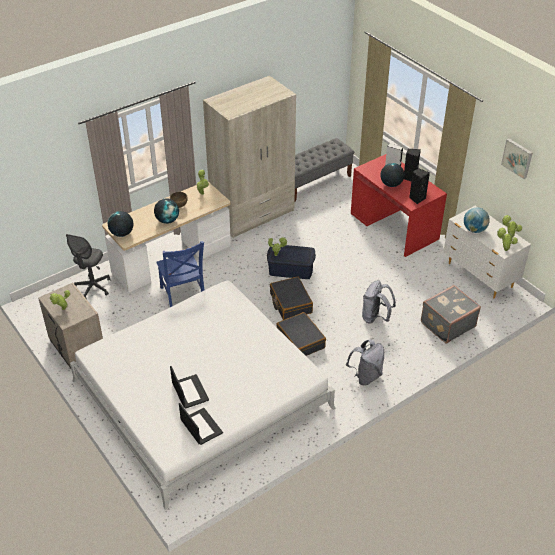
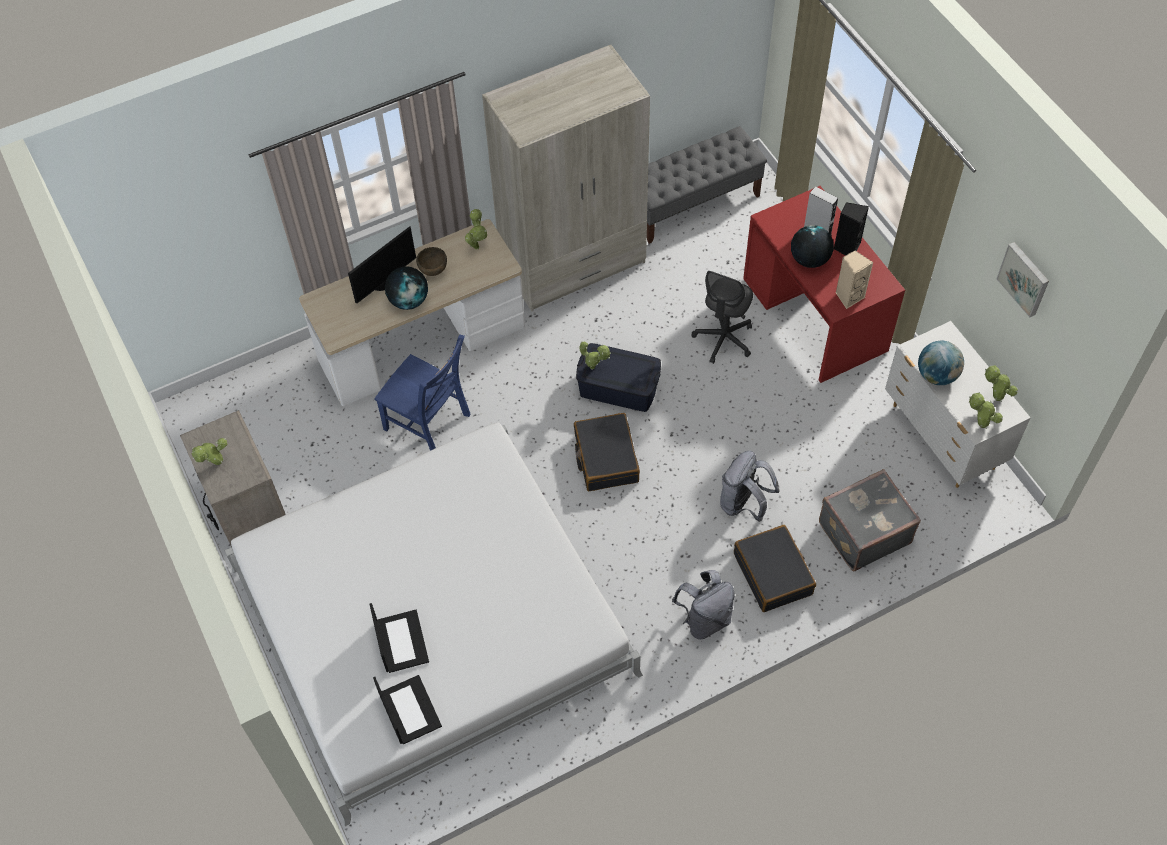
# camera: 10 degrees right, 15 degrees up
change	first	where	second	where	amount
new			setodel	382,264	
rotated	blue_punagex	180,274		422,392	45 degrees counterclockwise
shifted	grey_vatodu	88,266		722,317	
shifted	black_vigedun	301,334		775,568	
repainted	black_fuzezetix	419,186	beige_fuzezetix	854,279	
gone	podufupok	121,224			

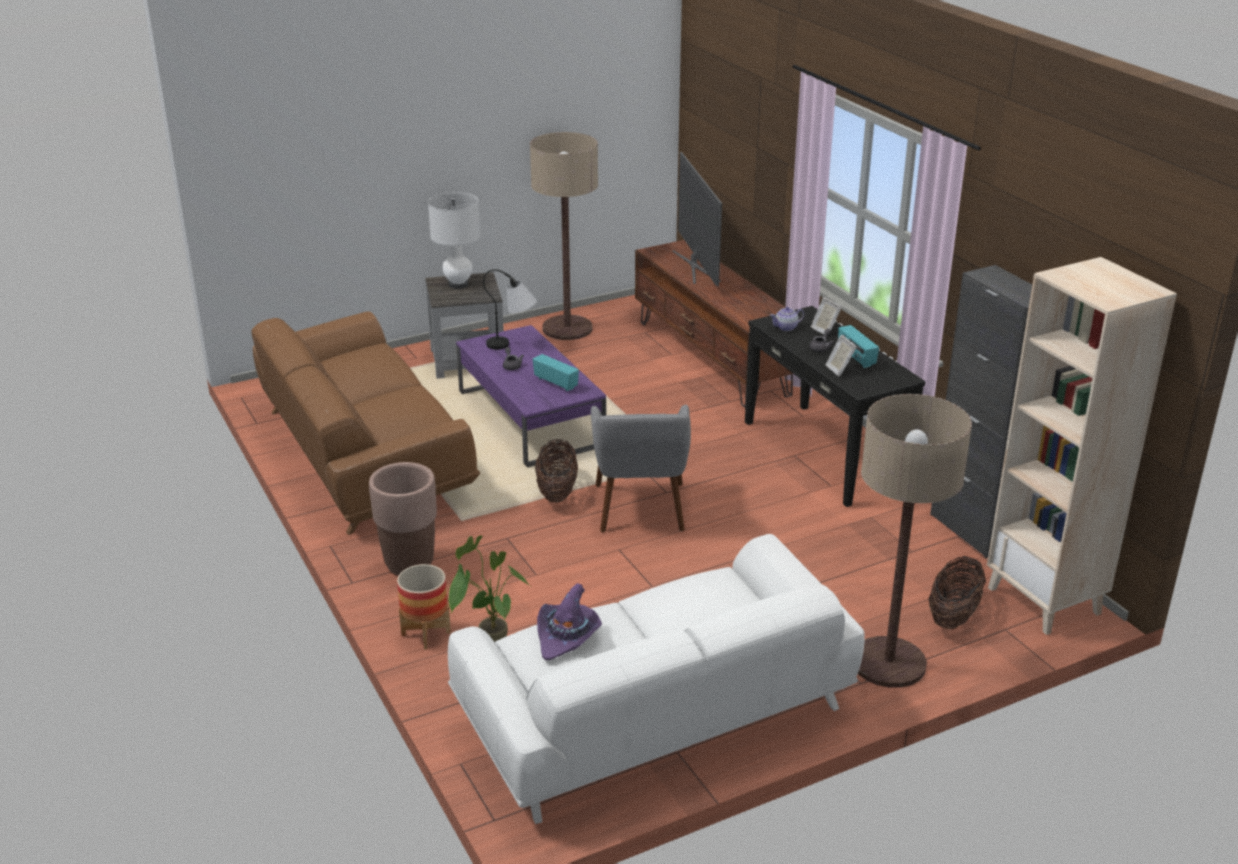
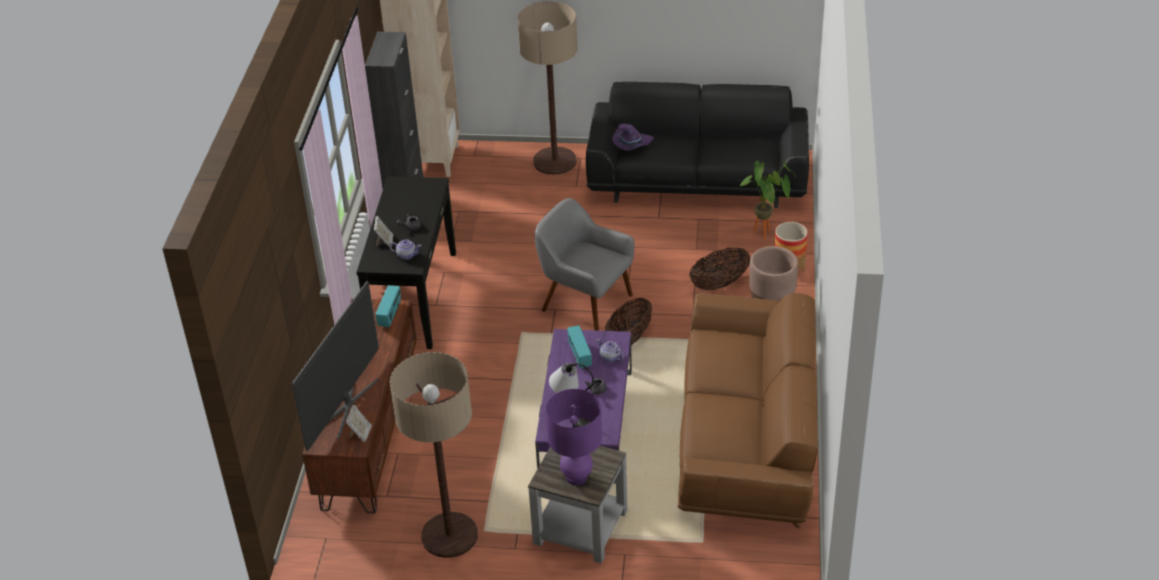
# camera: 145 degrees left, 10 degrees up
change	first	where	second	where	amount
shifted	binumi	841,356		359,423	
shifted	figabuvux	858,346		388,306	
rotated	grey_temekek	641,468		585,264	90 degrees counterclockwise
repainted	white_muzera	454,240	purple_muzera	574,437	
repainted	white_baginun	656,679	black_baginun	697,145	
new			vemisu	610,350	
shifted	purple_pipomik	569,621		633,137	
shifted	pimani	957,592		719,269	

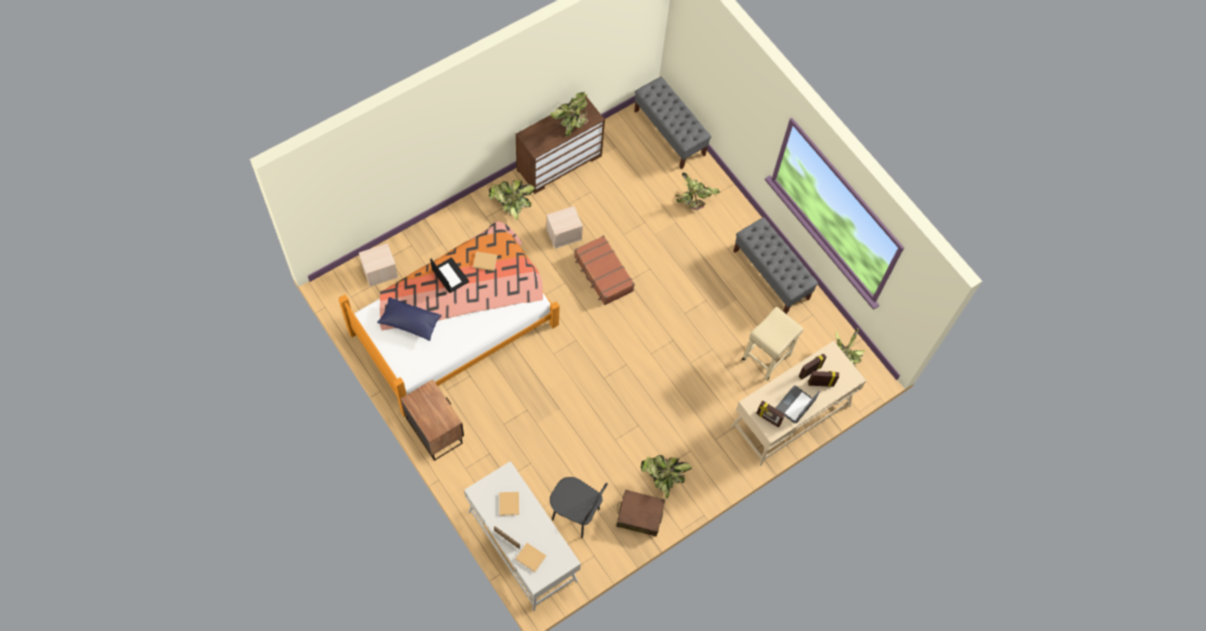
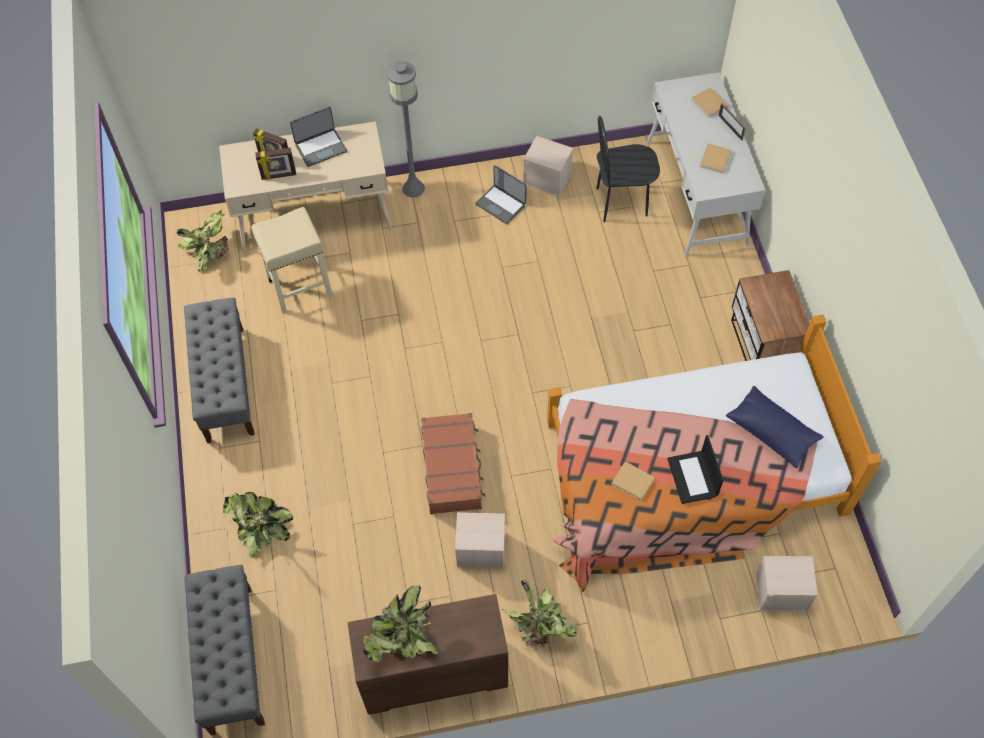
# camera: 150 degrees left, 5 degrees down
change	first	where	second	where	amount
new			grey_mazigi	406,129	
swapped	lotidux	666,477	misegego	501,194	
swapped	brown_vigedun	640,513	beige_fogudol	548,166	
rotated	black_punagex	579,507		628,169	60 degrees counterclockwise
gone	binumi	770,414			

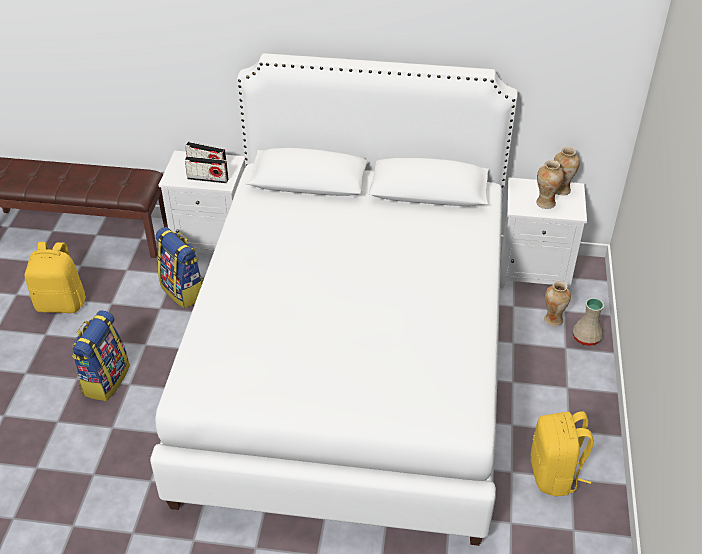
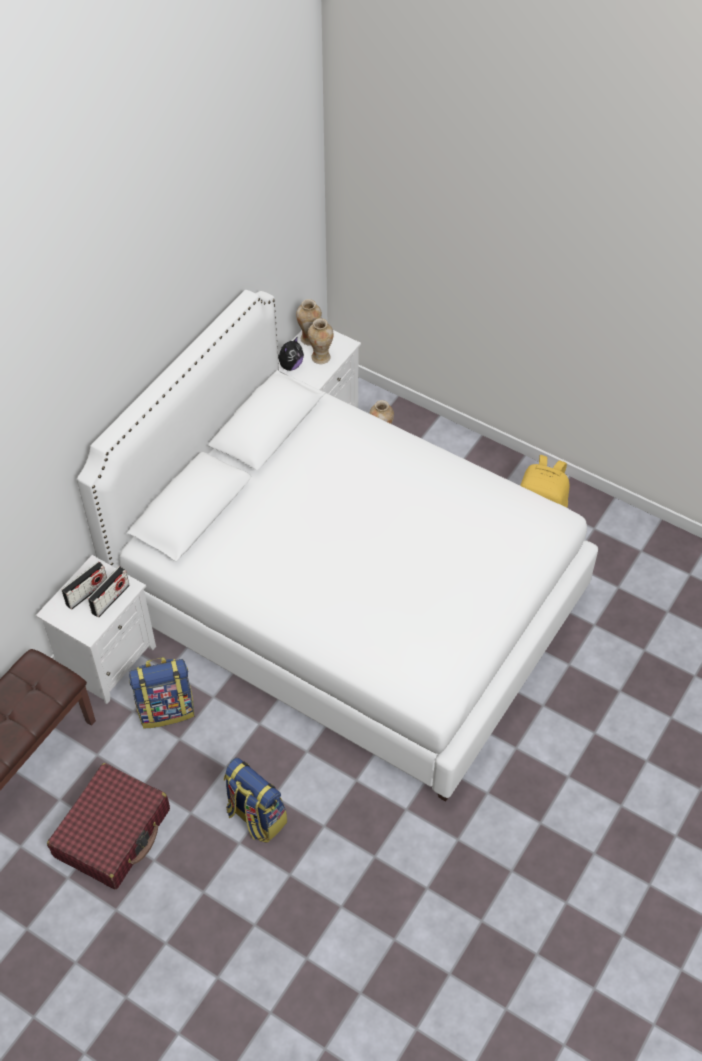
# camera: 65 degrees left, 10 degrees up
change	first	where	second	where	amount
swapped	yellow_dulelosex	55,277	red_vigedun	108,826	
new			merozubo	291,353	
gone	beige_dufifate	588,322			

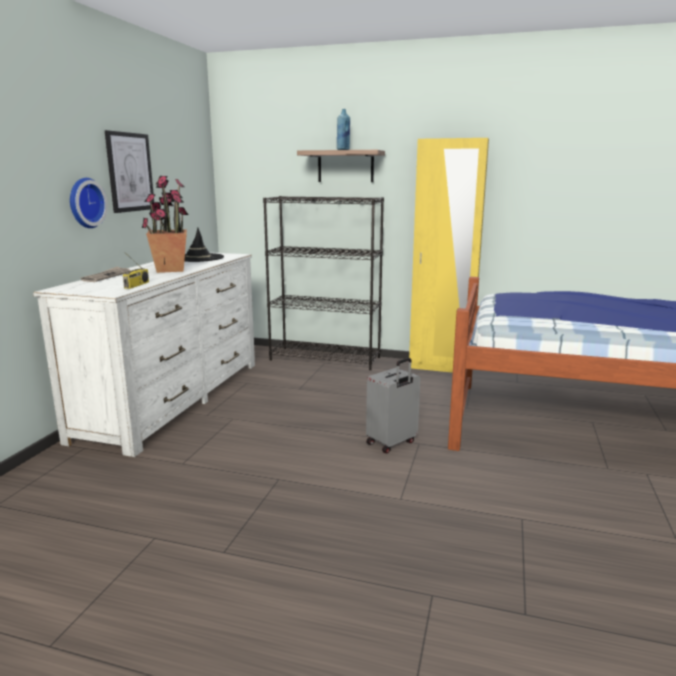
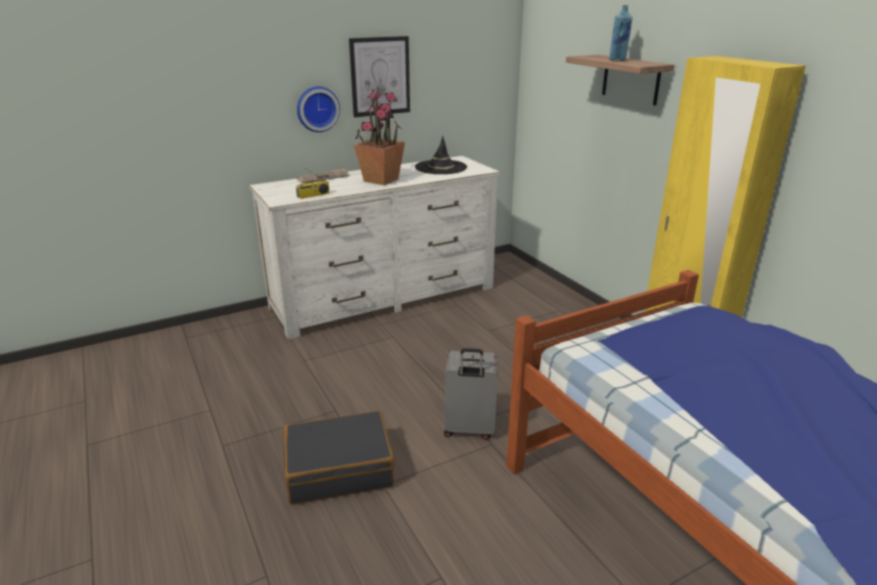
# camera: 45 degrees right, 10 degrees up
change	first	where	second	where	amount
new			black_vigedun	339,457	
gone	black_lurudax	323,283			

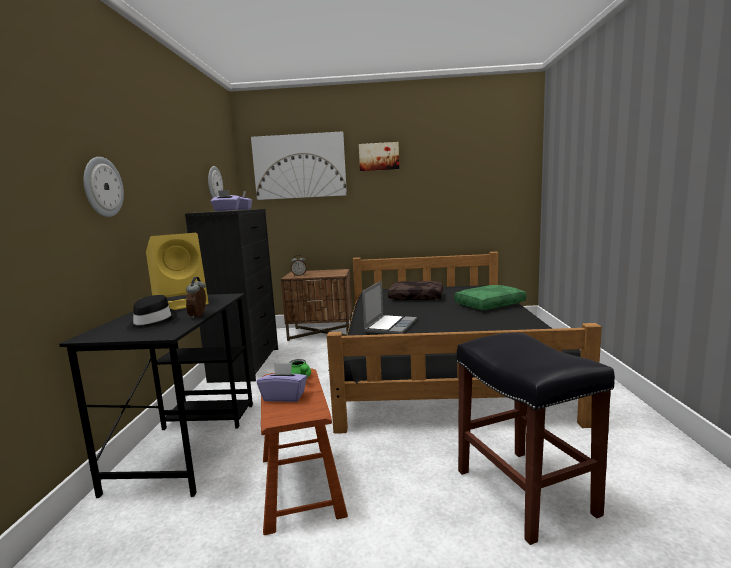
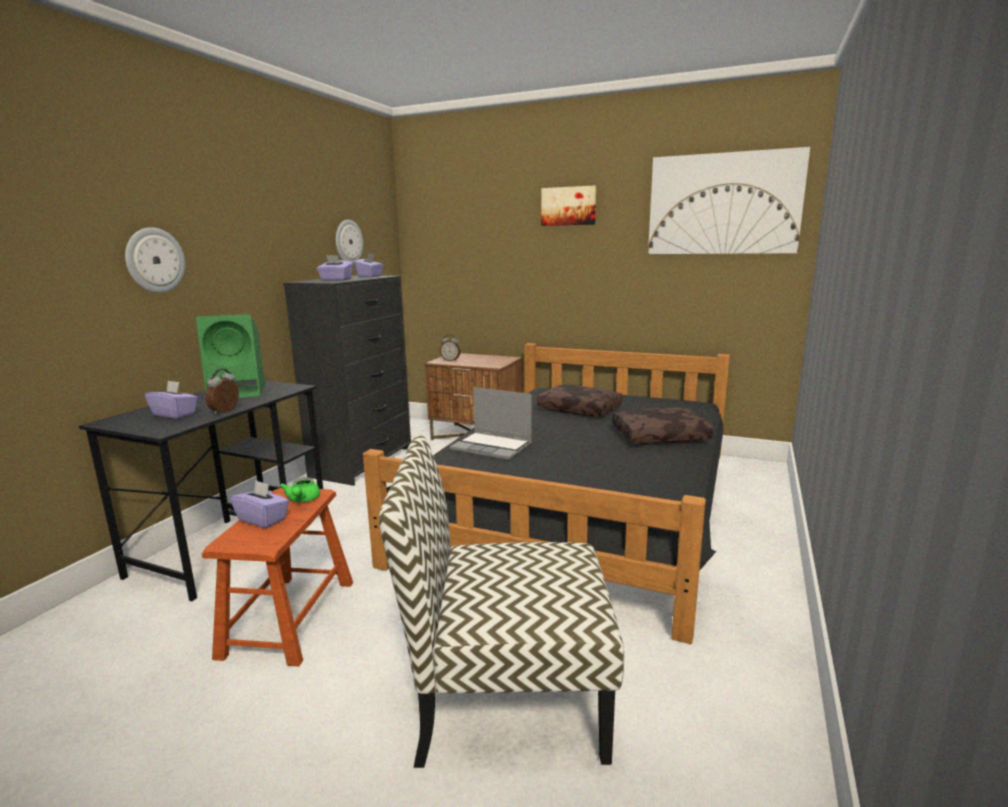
# camera: 20 degrees right, 5 degrees up
change	first	where	second	where	amount
swapped	black_pipomik	152,313	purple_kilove	171,400	
repainted	yellow_fuzezetix	177,271	green_fuzezetix	230,356	
swapped	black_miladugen	536,439	punagex	501,601	
rotated	misegego	389,307		491,424	75 degrees clockwise
repainted	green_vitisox	490,297	brown_vitisox	663,425	
shifted	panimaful	299,165		729,200	

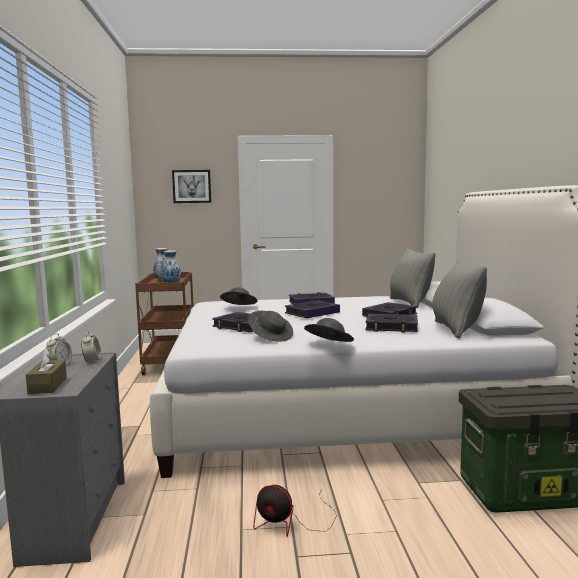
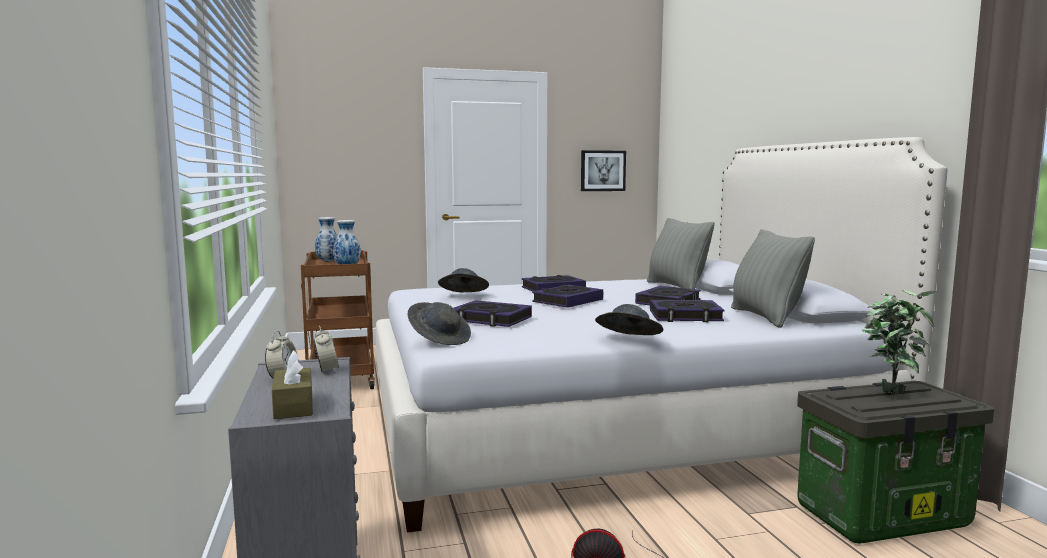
# camera: 10 degrees left, 0 degrees up
change	first	where	second	where	amount
shifted	grey_pipomik	270,326		439,323	
shifted	panimaful	191,186		603,170	
new			lotidux	899,342	

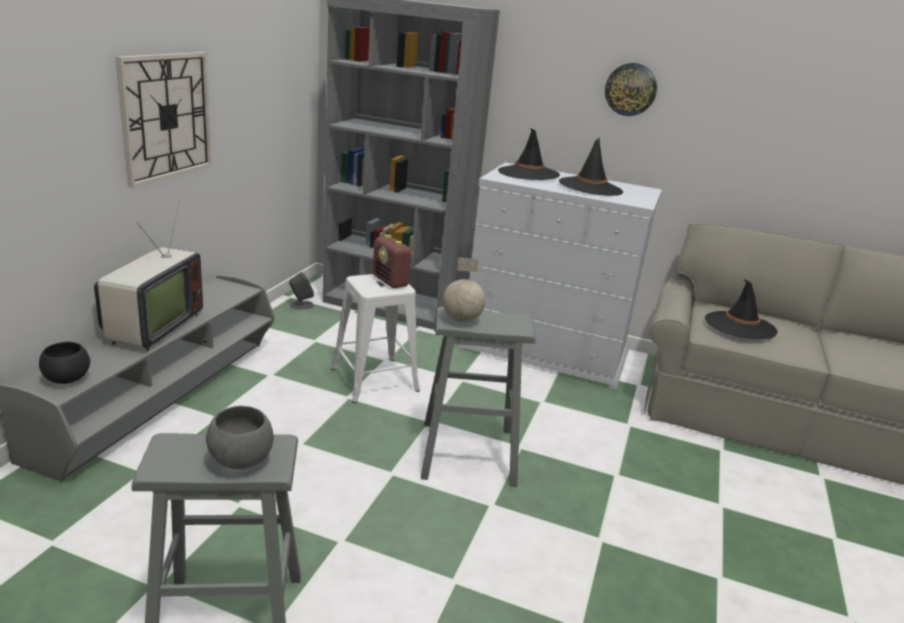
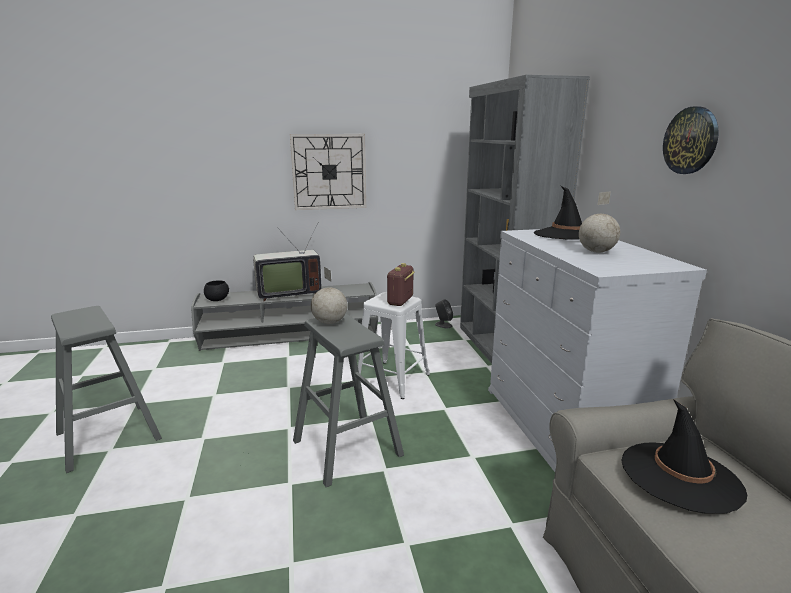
# camera: 60 degrees right, 5 degrees down
change	first	where	second	where	amount
swapped	black_pipomik	591,166	podufupok	599,222	
gone	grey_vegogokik	240,437			

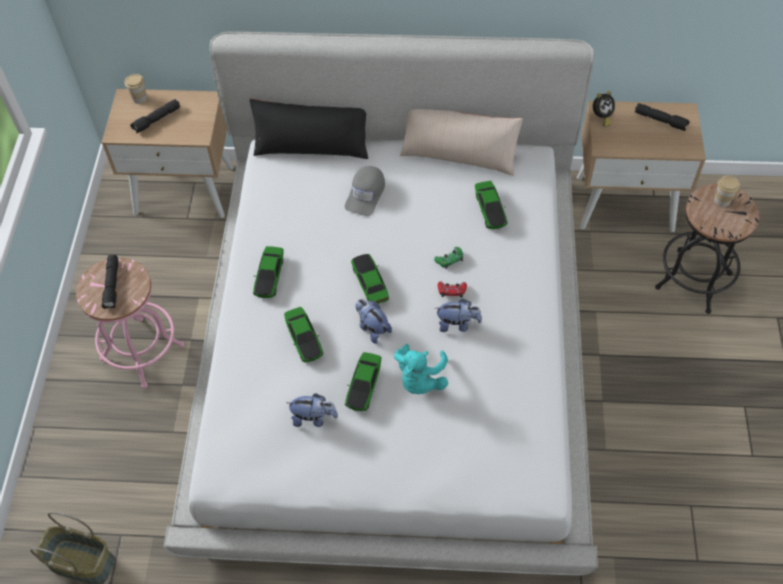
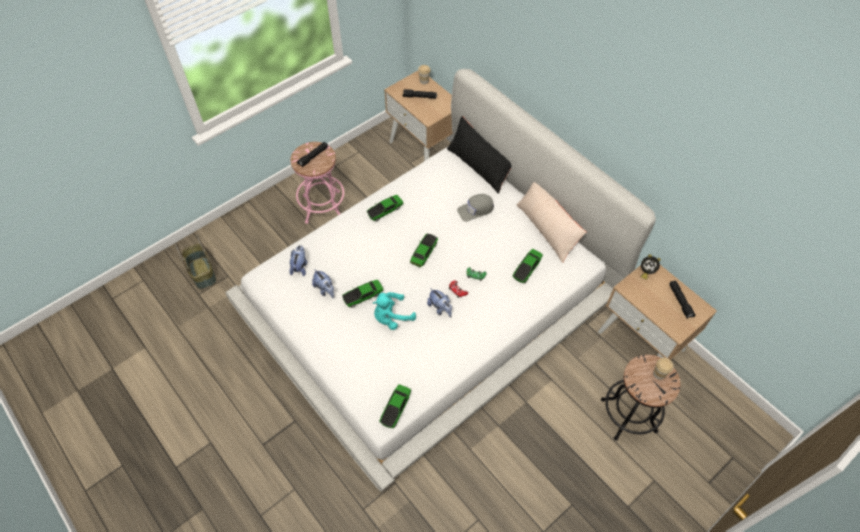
# camera: 45 degrees right, 0 degrees up
change	first	where	second	where	amount
shifted	merozubo	374,321		298,260	
shifted	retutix	303,334		395,406	

